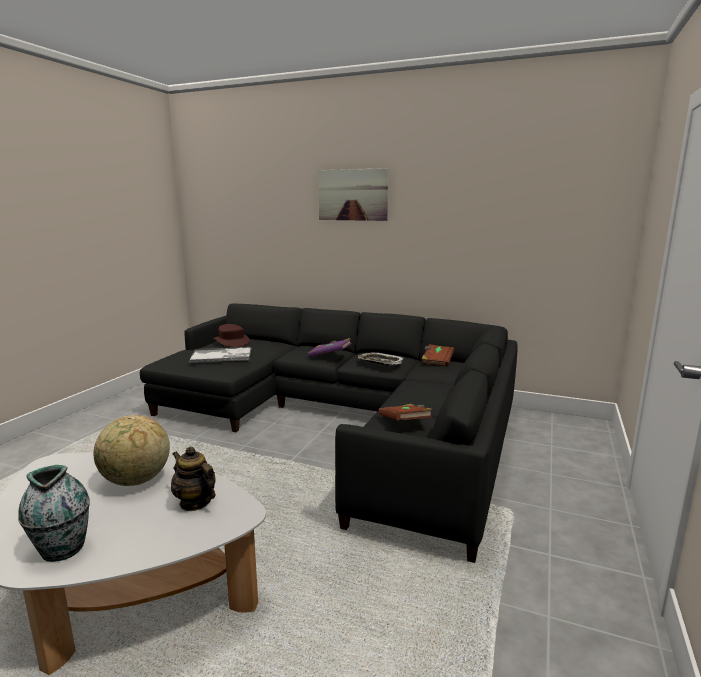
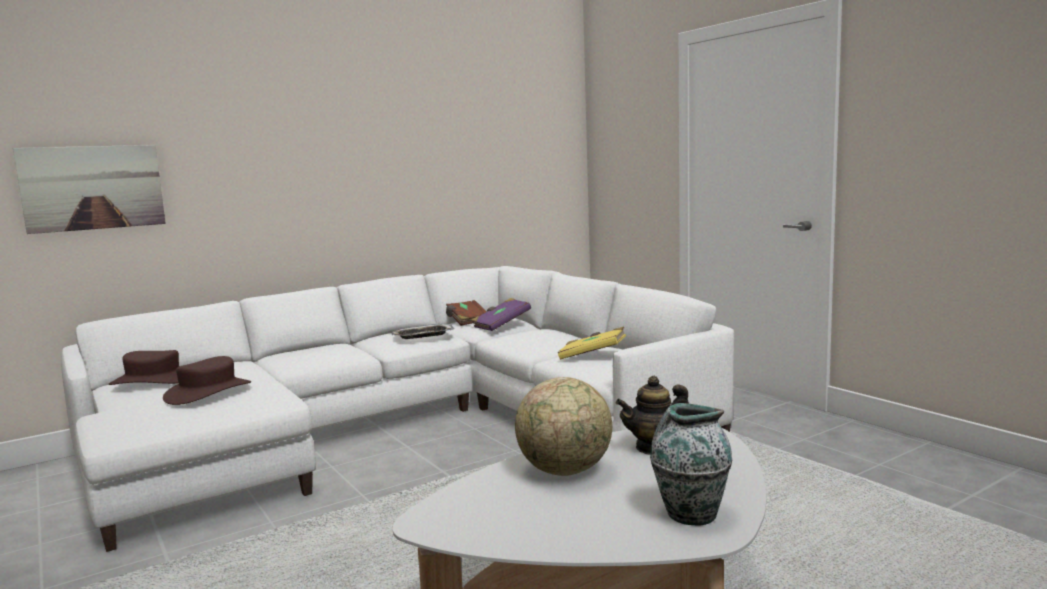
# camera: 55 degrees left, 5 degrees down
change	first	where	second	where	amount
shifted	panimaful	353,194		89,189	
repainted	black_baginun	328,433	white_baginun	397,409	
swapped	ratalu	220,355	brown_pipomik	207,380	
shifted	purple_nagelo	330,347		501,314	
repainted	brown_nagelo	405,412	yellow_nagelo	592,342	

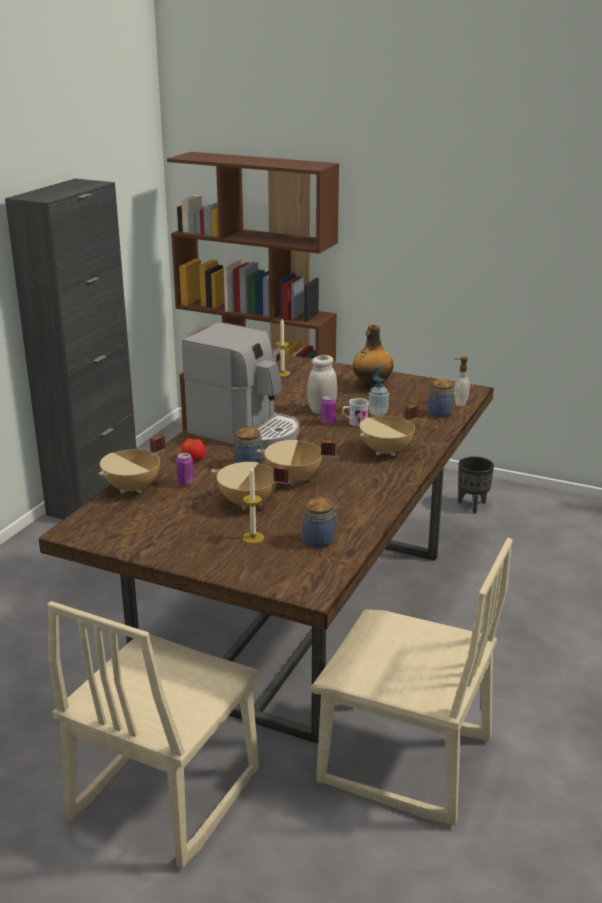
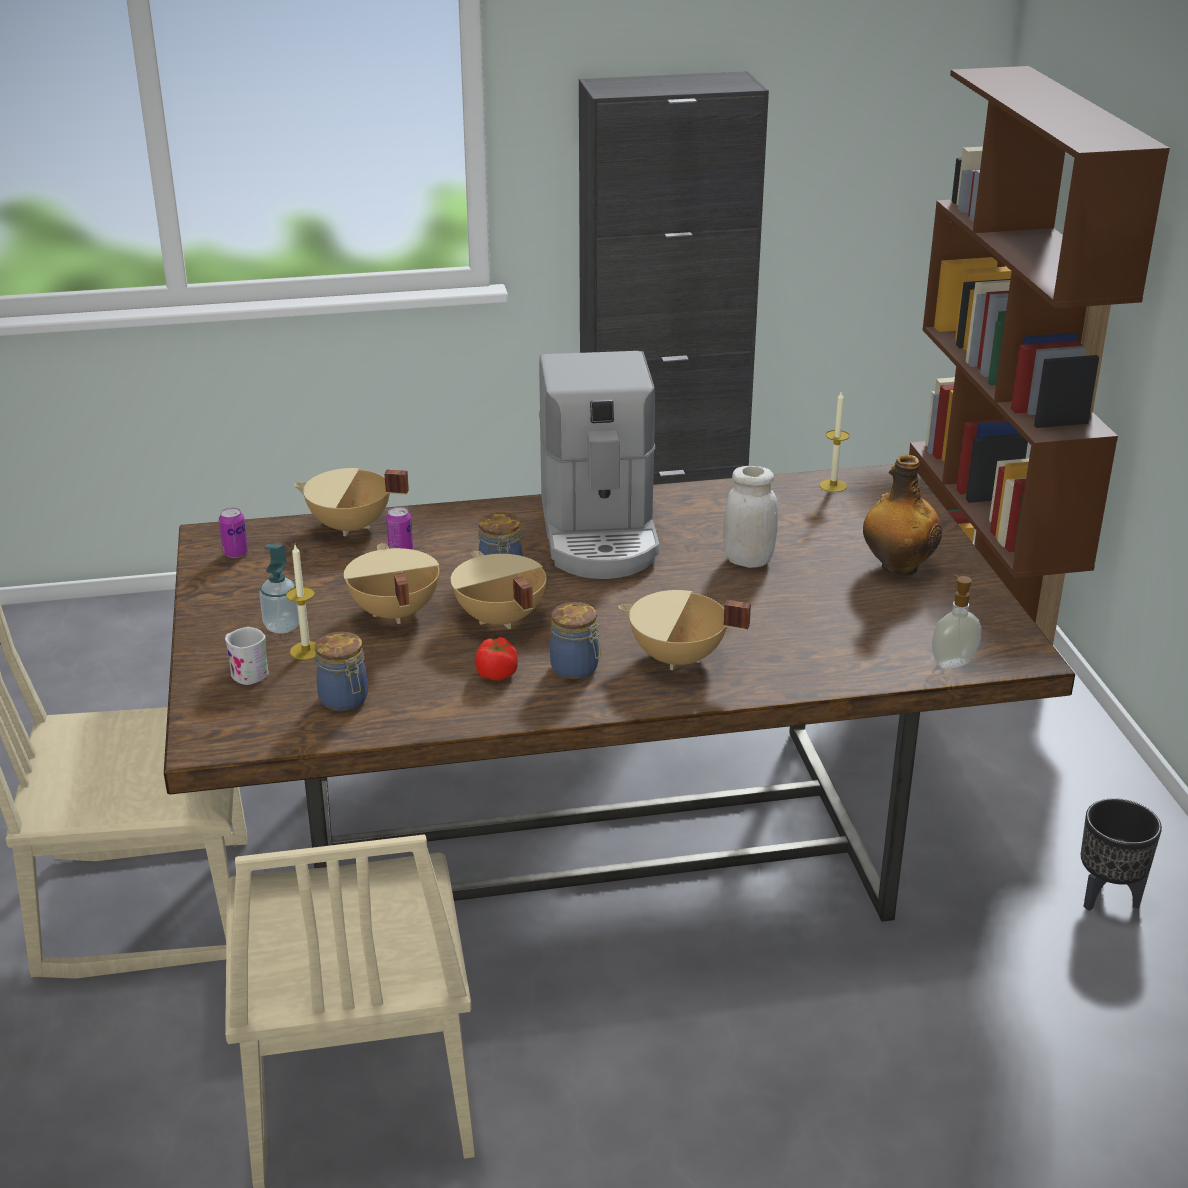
# camera: 55 degrees right, 5 degrees up
change	first	where	second	where	amount
shifted	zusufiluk	328,410		233,532	
shifted	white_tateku	355,412		247,656	
shifted	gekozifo	378,391		279,589	
shifted	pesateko	193,450		496,659	
shifted	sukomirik	441,398		575,640	

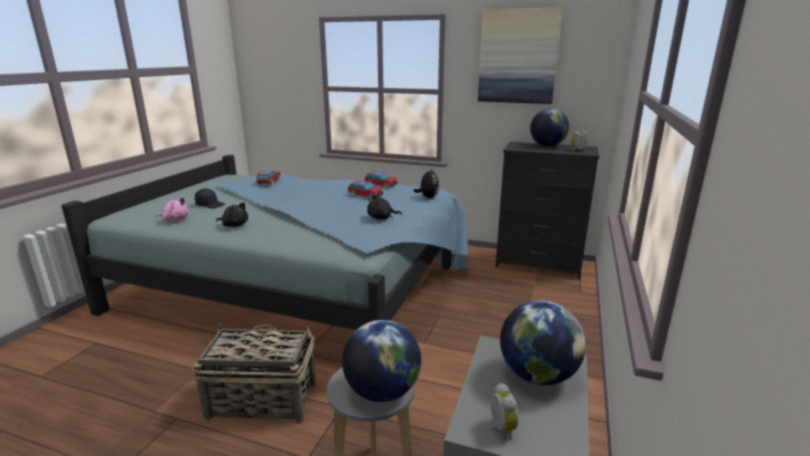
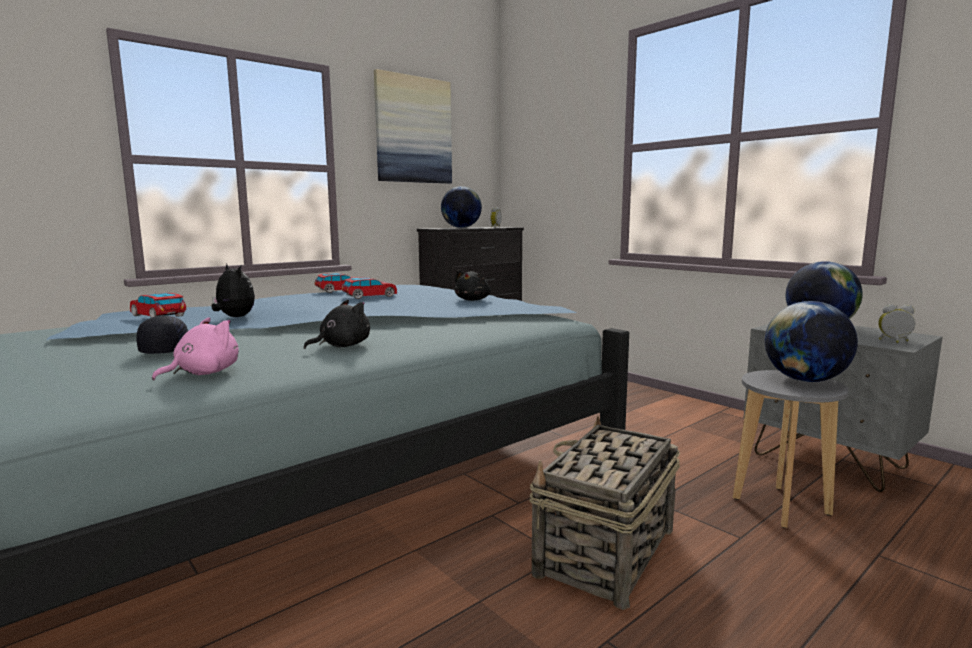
# camera: 60 degrees left, 10 degrees down
change	first	where	second	where	amount
shifted	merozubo	426,183		233,290	

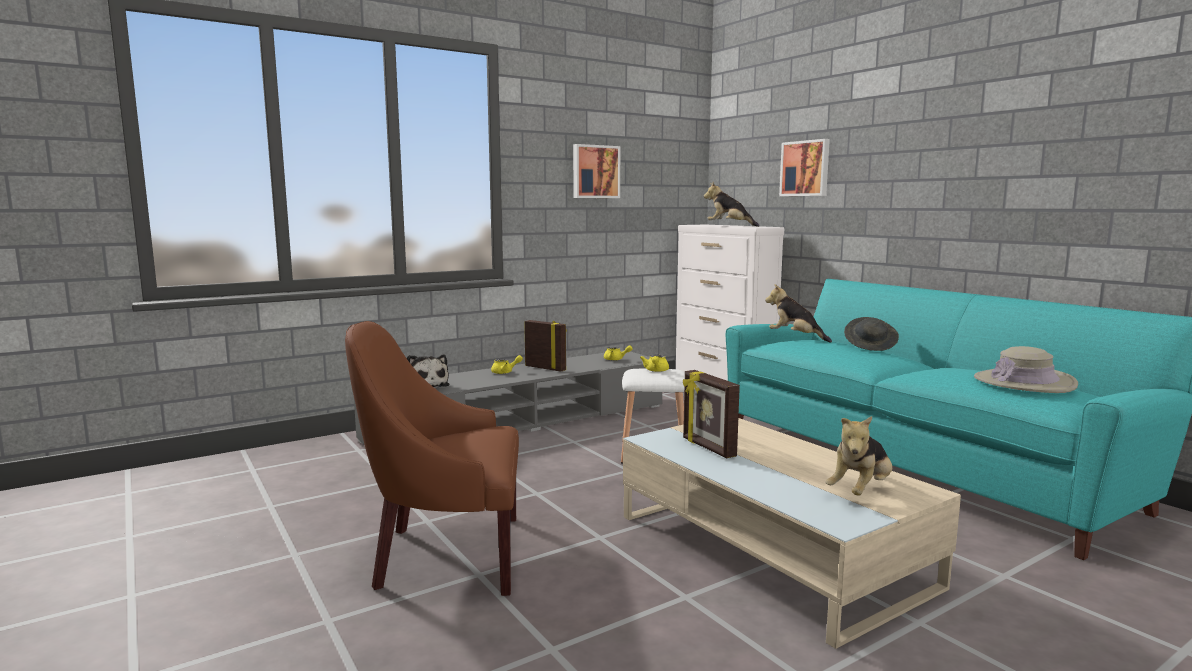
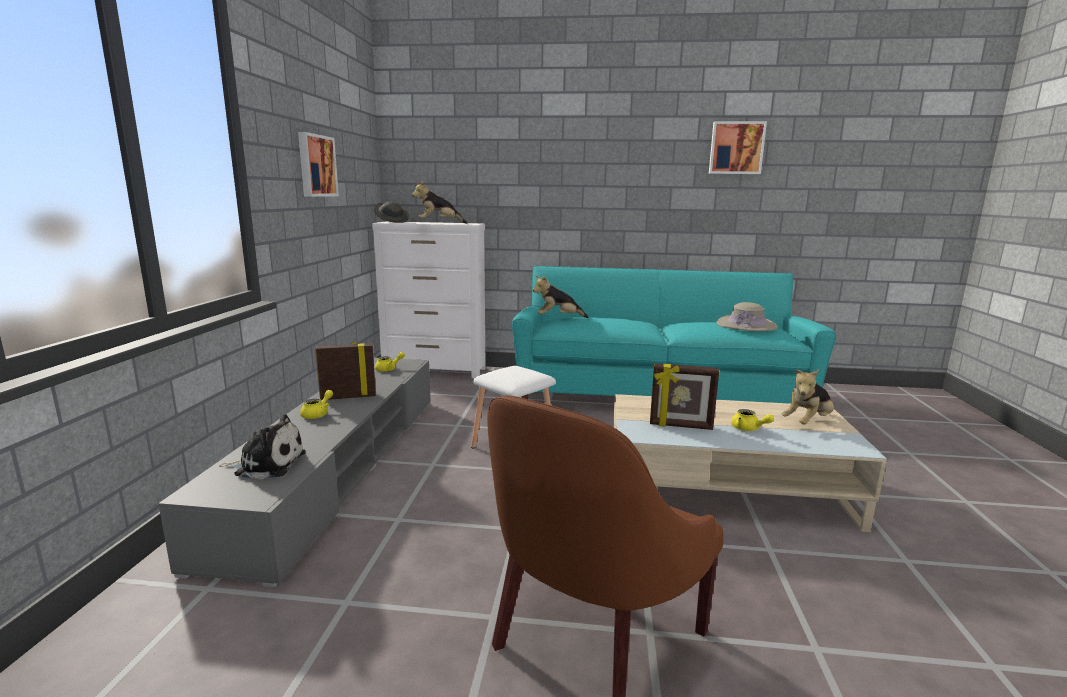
# camera: 50 degrees left, 5 degrees up
change	first	where	second	where	amount
shifted	grey_pipomik	871,334		391,212	
shifted	panimaful	804,167		738,147	
shifted	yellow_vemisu	654,363		752,420	
rotated	merozubo	858,456		807,396	60 degrees clockwise

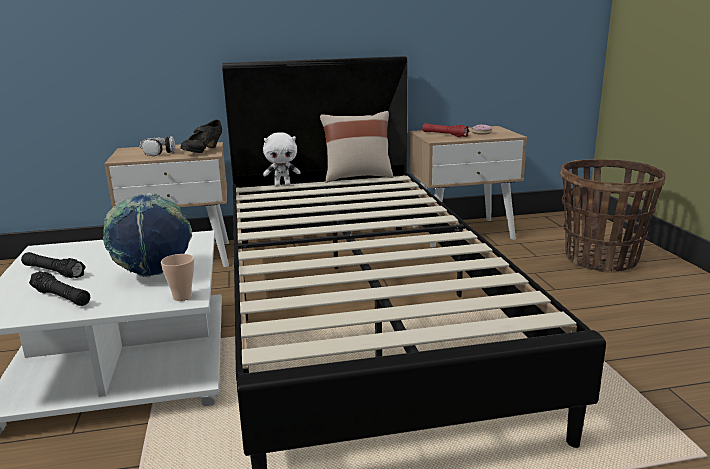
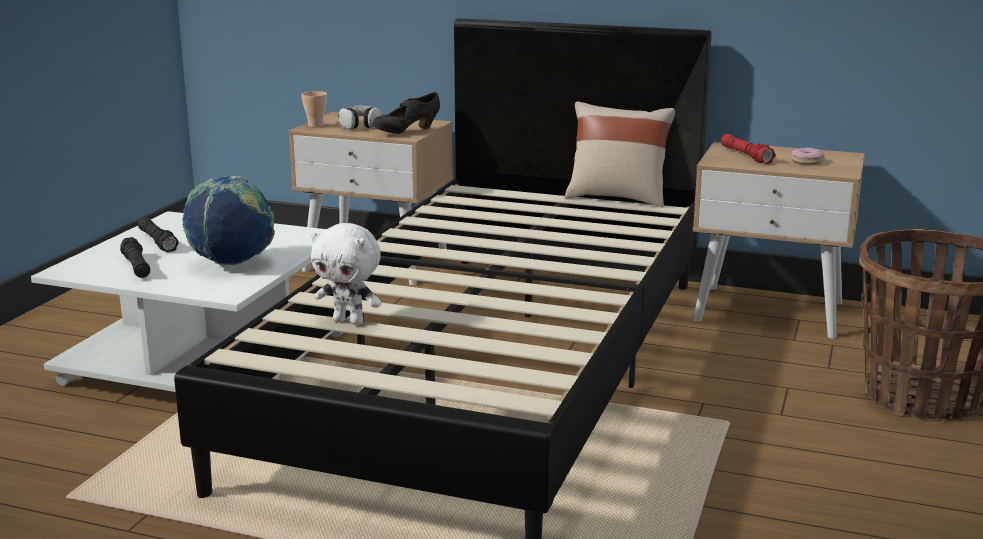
# camera: 30 degrees right, 0 degrees up
change	first	where	second	where	amount
shifted	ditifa	177,277		314,109	
shifted	white_merozubo	282,159		346,274	

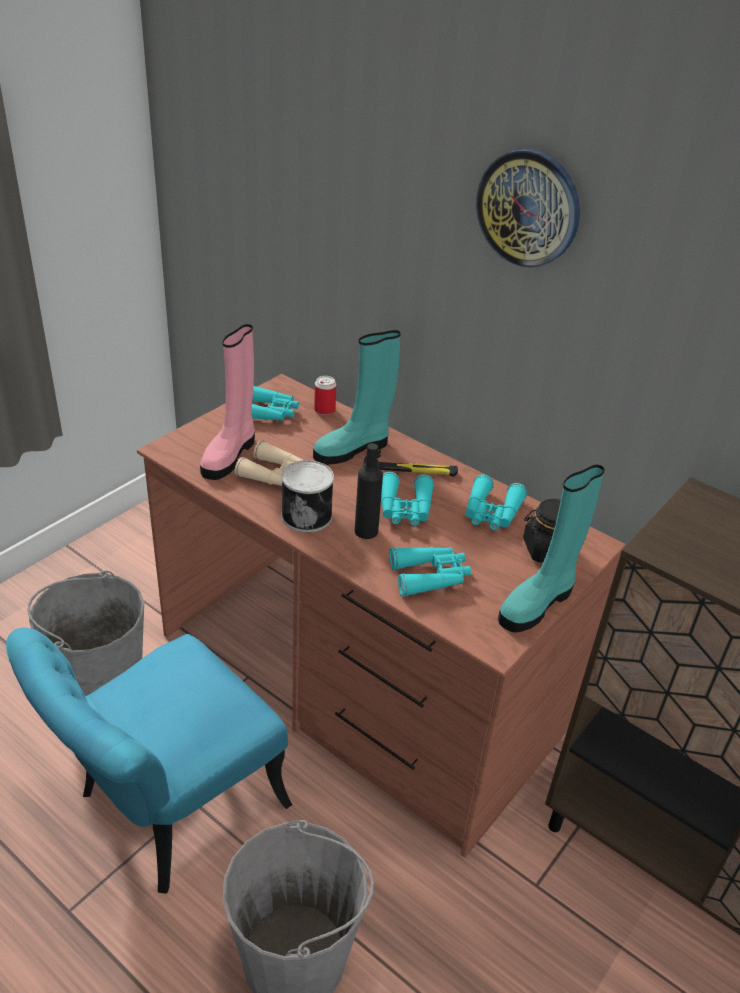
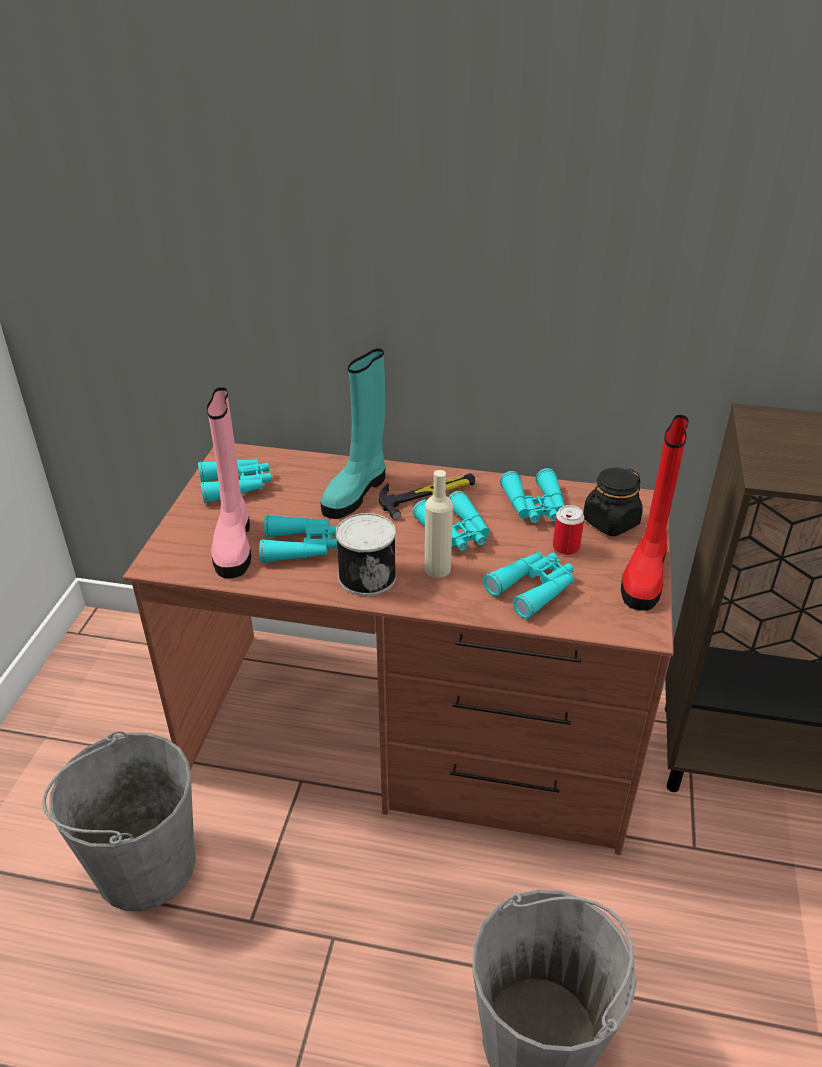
# camera: 25 degrees left, 0 degrees up
change	first	where	second	where	amount
repainted	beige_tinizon	269,463	turquoise_tinizon	298,539	
repainted	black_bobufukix	369,491	beige_bobufukix	439,524	
shifted	zusufiluk	325,395		568,530	
repainted	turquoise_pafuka	551,548	red_pafuka	655,513	
gone	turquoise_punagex	149,761			
gone	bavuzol	528,208			

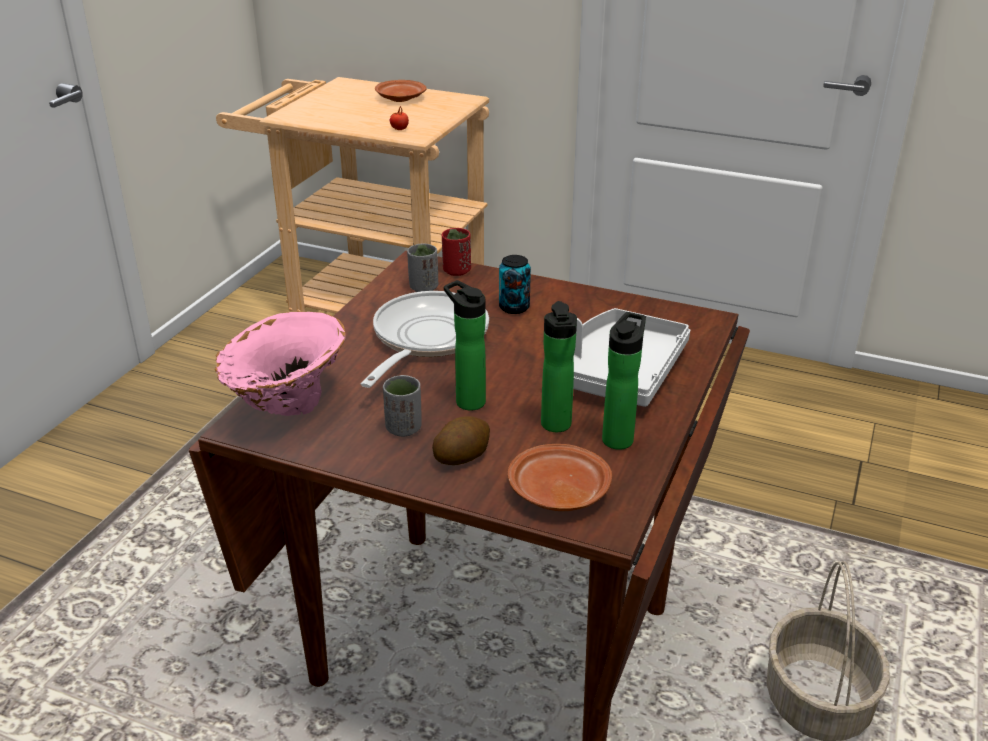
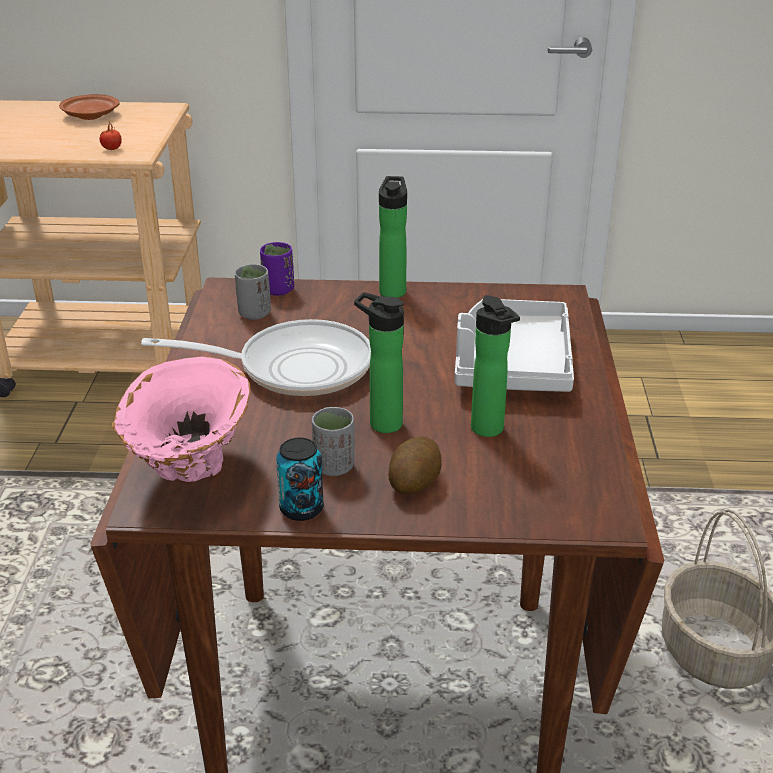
# camera: 20 degrees left, 0 degrees up
change	first	where	second	where	amount
rotated	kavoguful	425,339		256,357	90 degrees clockwise
repainted	red_ditifa	456,252	purple_ditifa	277,269	
shifted	zusufiluk	515,284		300,479	
shifted	bobufukix	624,381		393,237	
gone	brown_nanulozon	560,477			

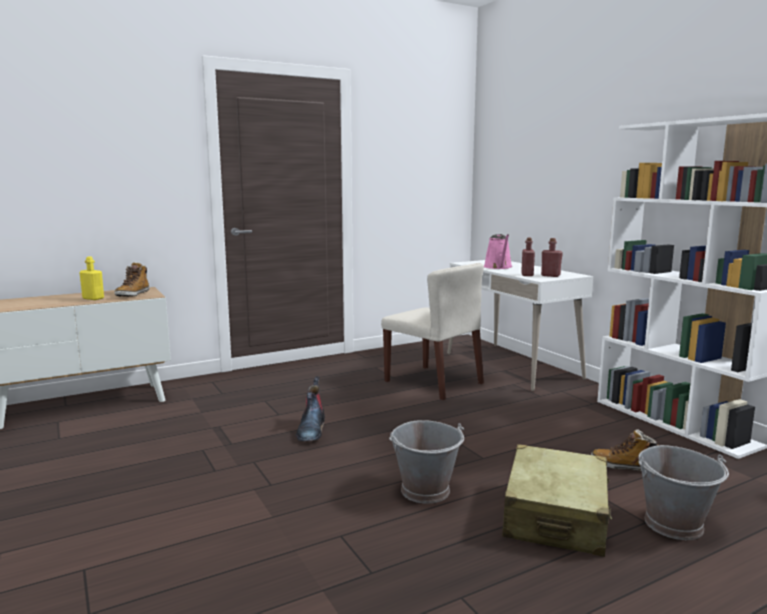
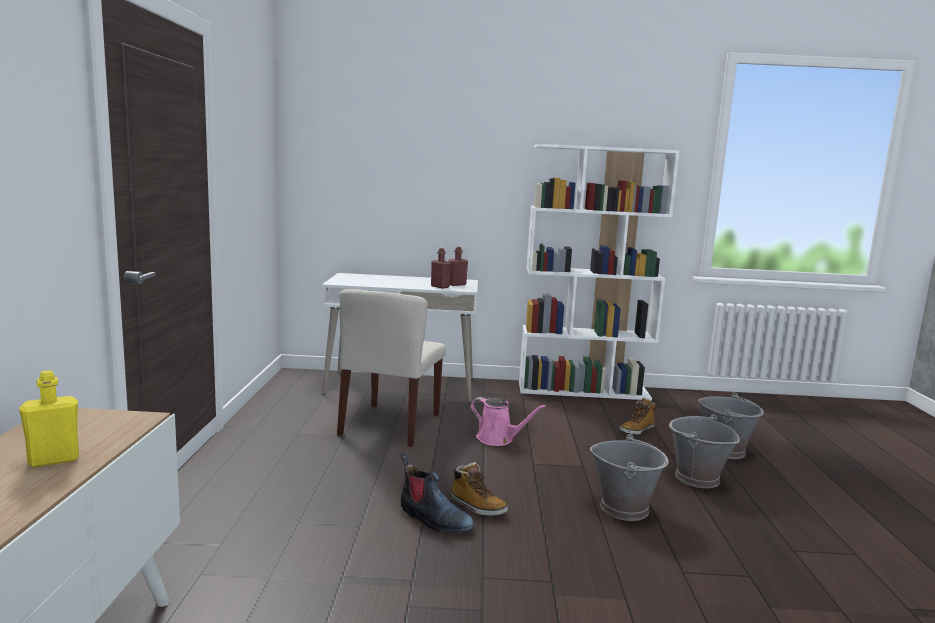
# camera: 60 degrees left, 0 degrees up
change	first	where	second	where	amount
rotated	beige_punagex	432,331		391,368	120 degrees clockwise
shifted	pafuka	131,279		479,489	
shifted	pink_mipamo	498,251		508,421	
swapped	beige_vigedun	557,500	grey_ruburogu	704,451	

